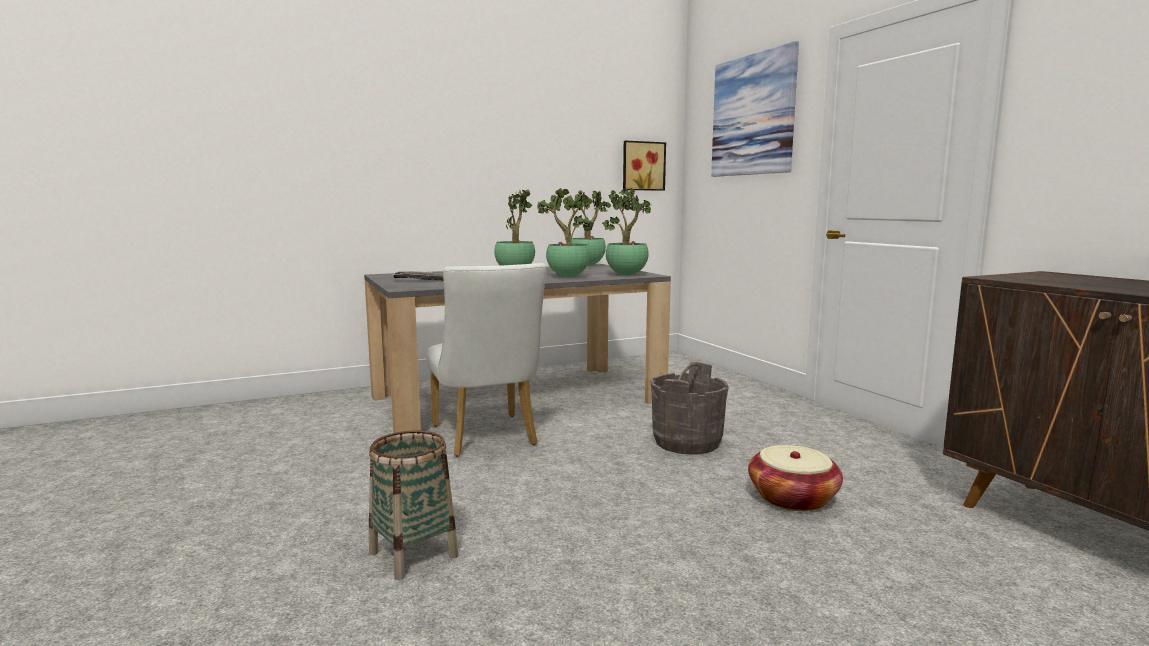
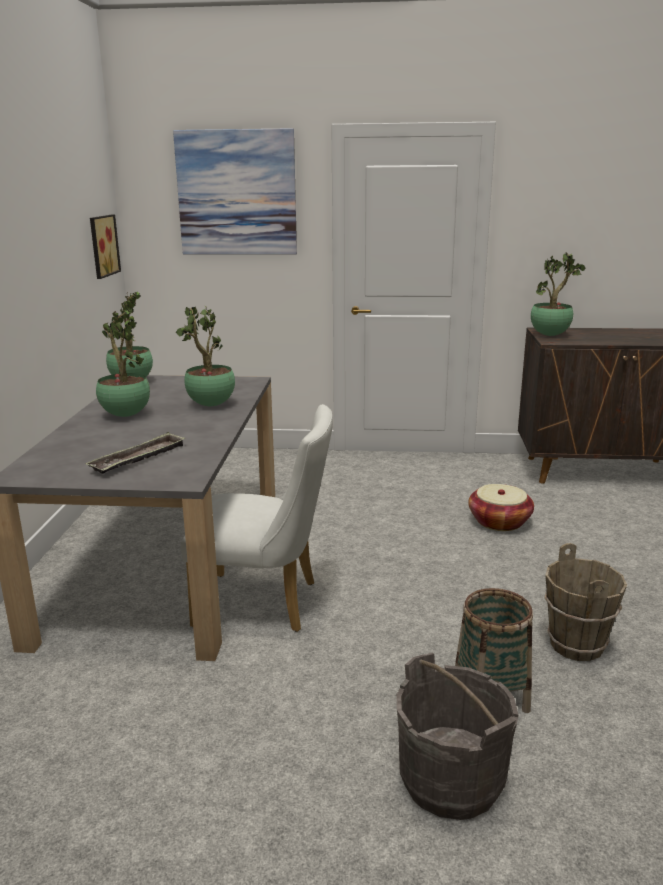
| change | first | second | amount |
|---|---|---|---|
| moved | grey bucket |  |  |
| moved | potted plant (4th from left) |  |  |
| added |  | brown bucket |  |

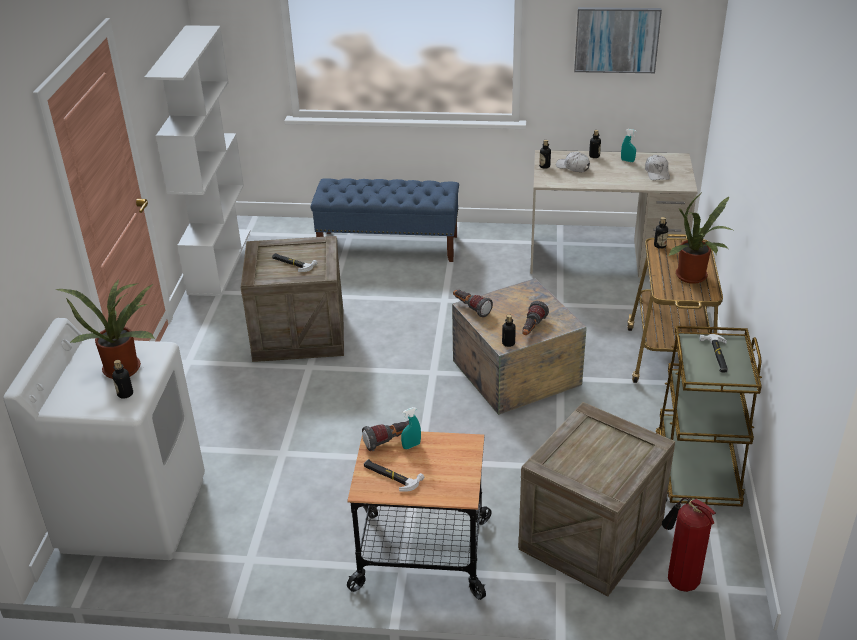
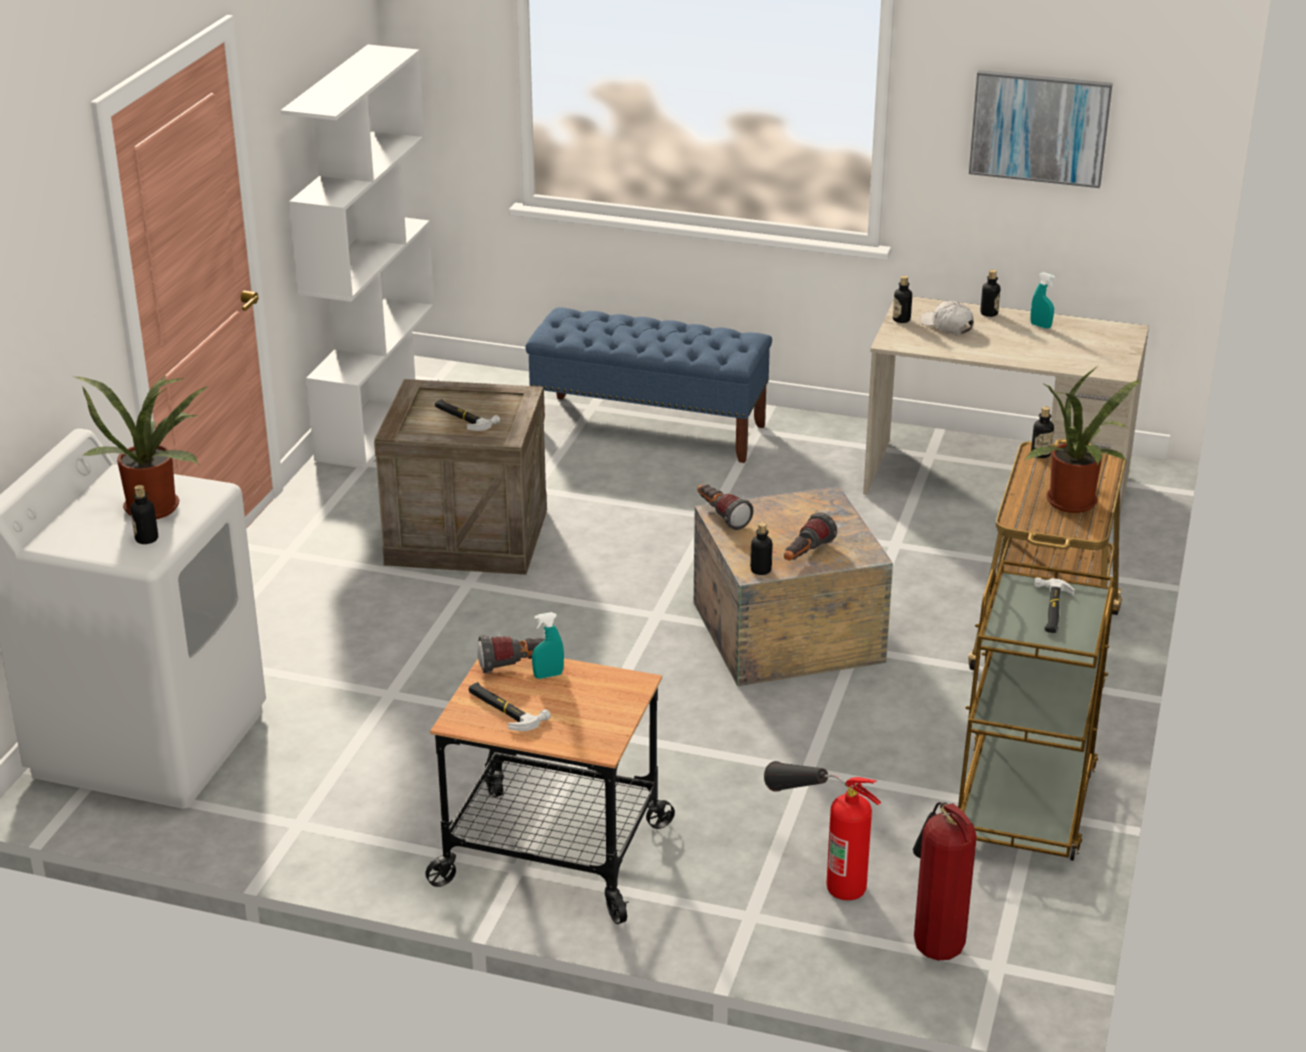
| change | first | second | amount |
|---|---|---|---|
| replaced | crate (3rd from left) | fire extinguisher (1st from left) |  |
| removed | white cap (2nd from left) |  |  |

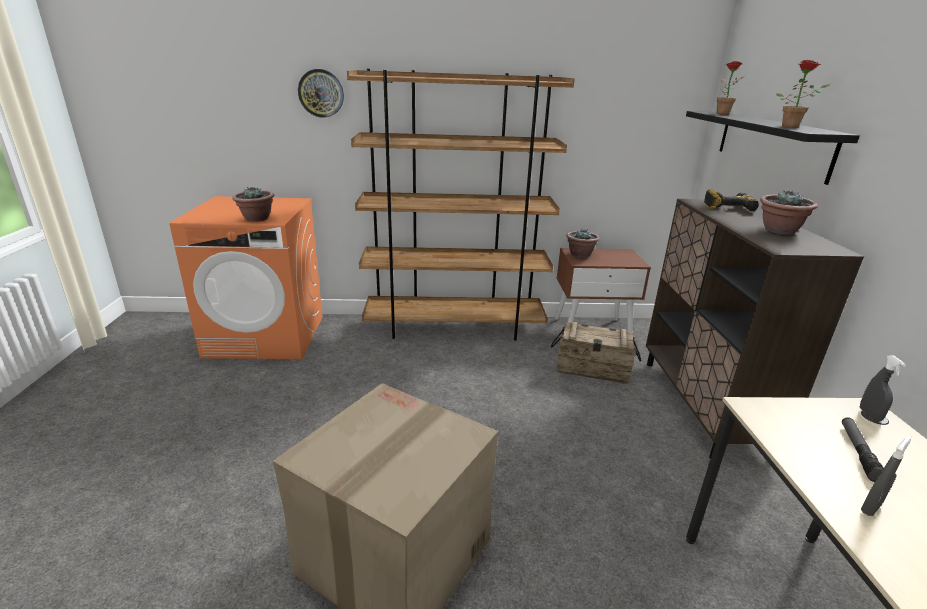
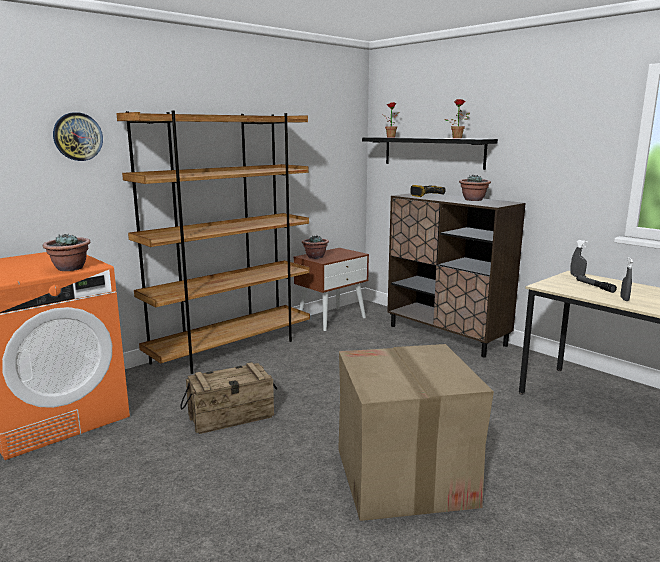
| change | first | second | amount |
|---|---|---|---|
| moved | crate |  |  |

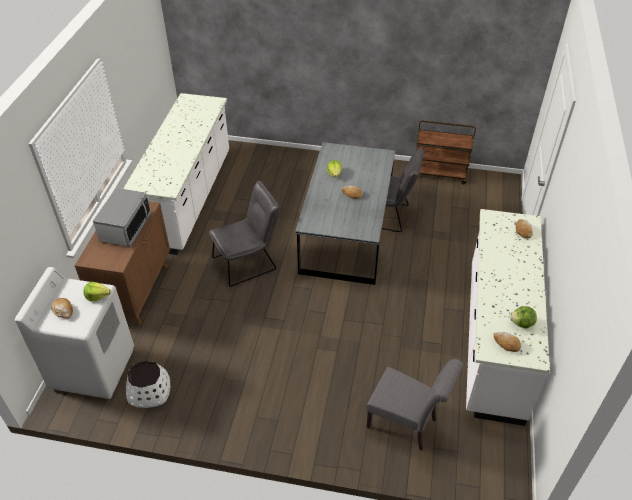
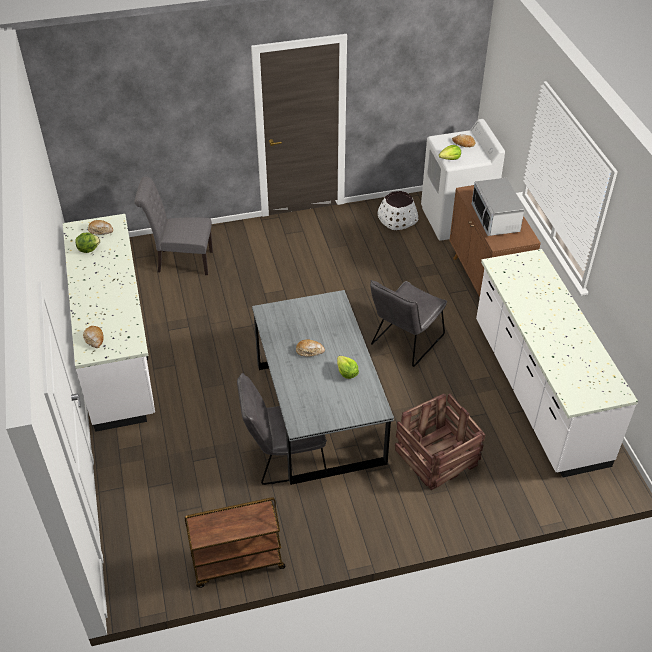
| change | first | second | amount |
|---|---|---|---|
| added |  | crate |  |

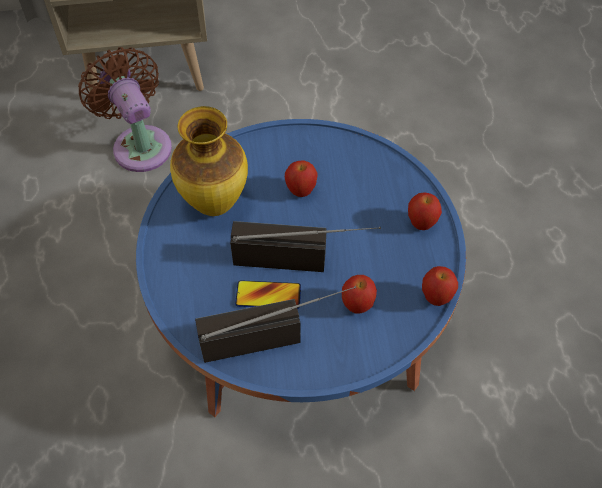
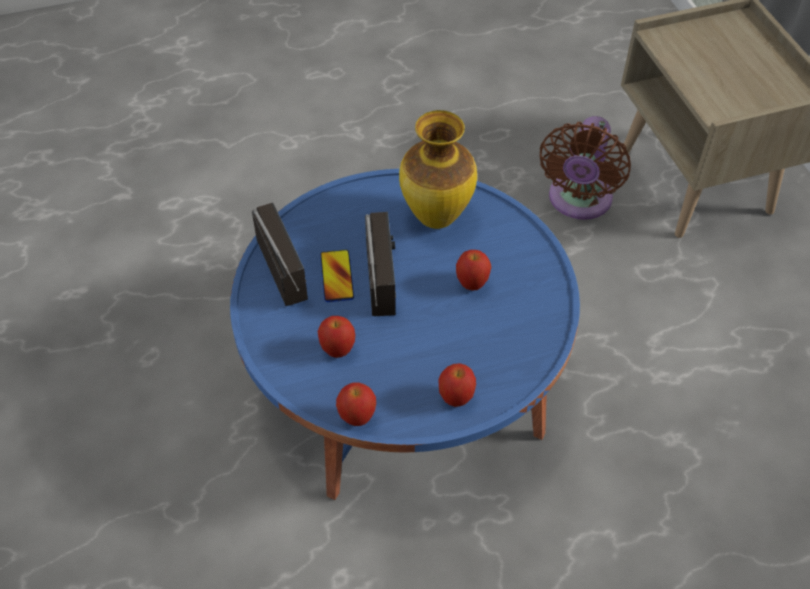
| change | first | second | amount |
|---|---|---|---|
| turned | brown fan |  | 150 degrees clockwise |

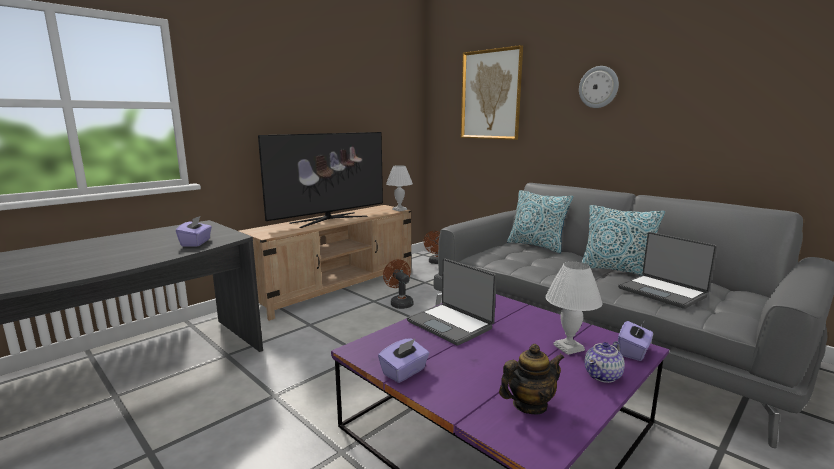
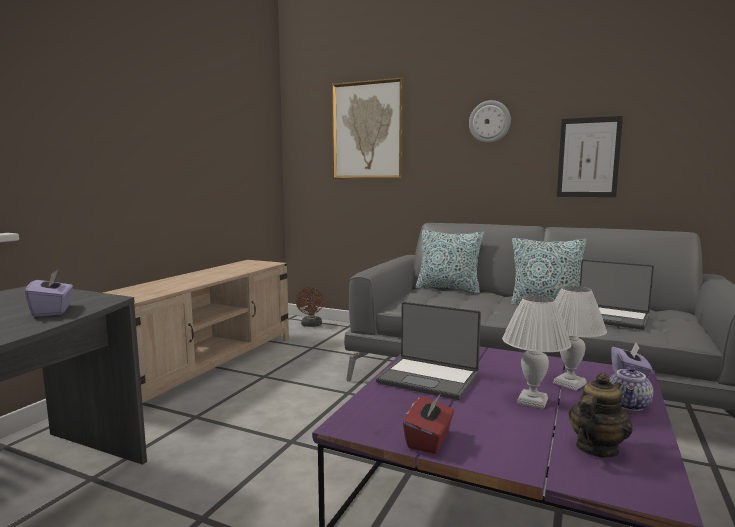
| change | first | second | amount |
|---|---|---|---|
| recoloured | purple tissue box (2nd from left) | red tissue box |  |
| moved | white table lamp (1st from left) |  |  |
| added |  | picture (2nd from left) |  |
| removed | television |  |  |
| removed | brown fan (1st from left) |  |  |

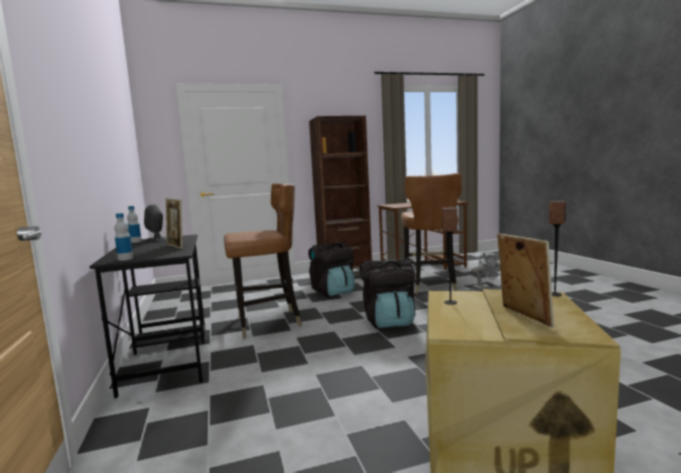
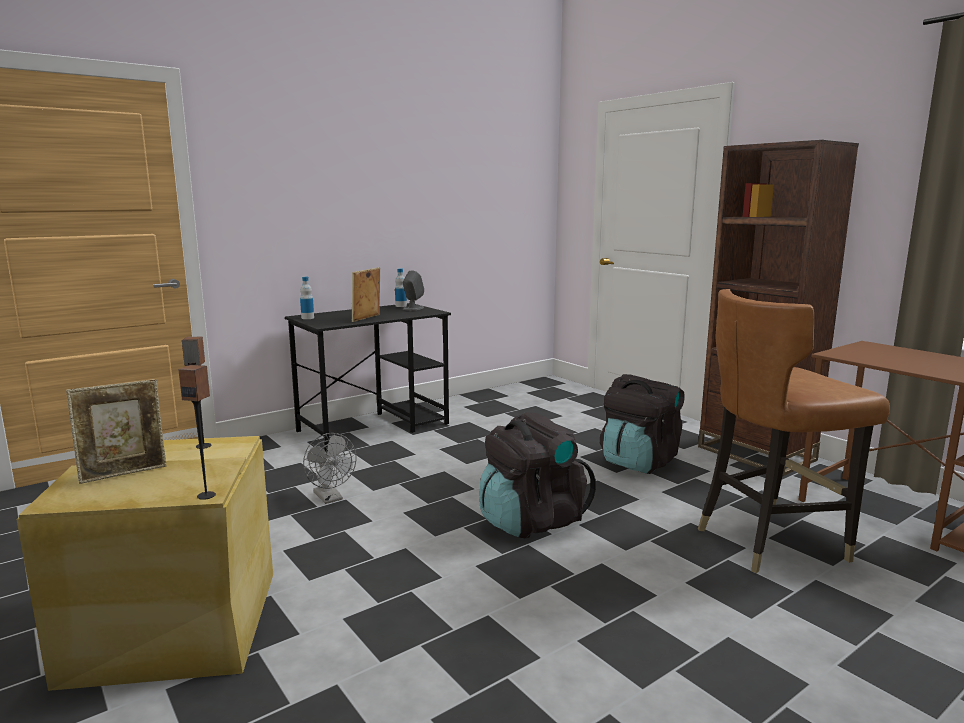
| change | first | second | amount |
|---|---|---|---|
| moved | grey fan |  |  |
| removed | brown chair (1st from left) |  |  |

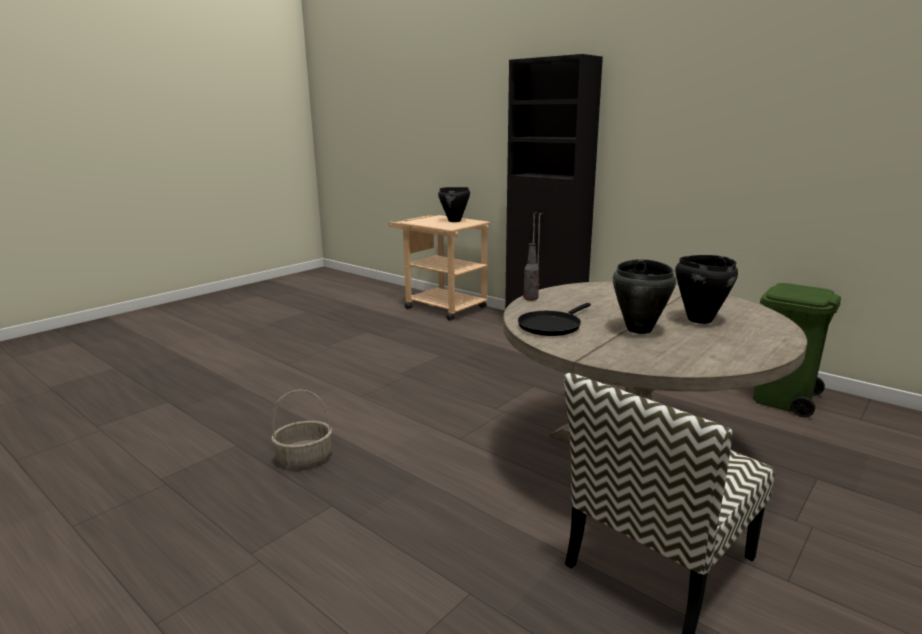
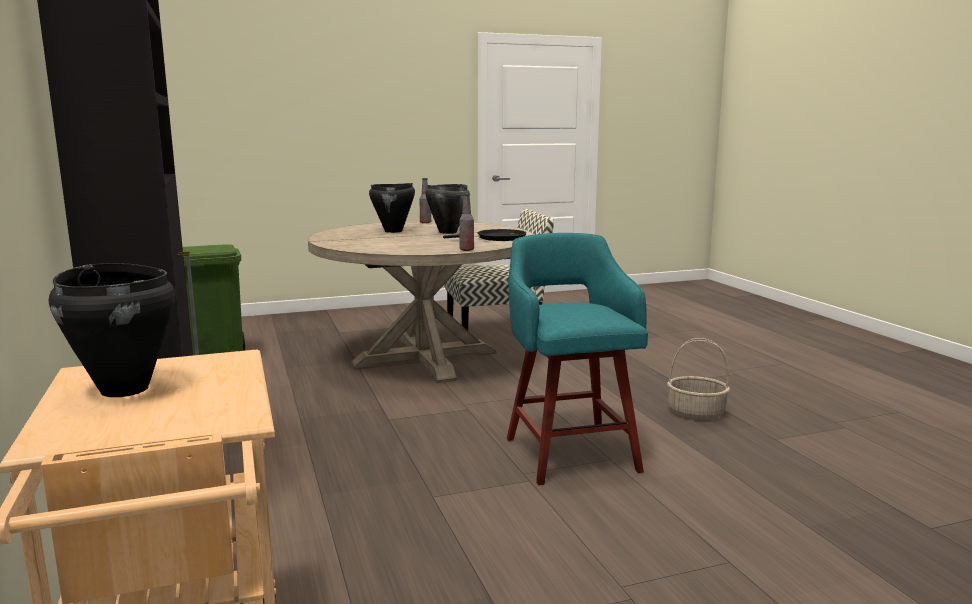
| change | first | second | amount |
|---|---|---|---|
| added |  | bottle (1st from left) |  |
| added |  | turquoise stool |  |

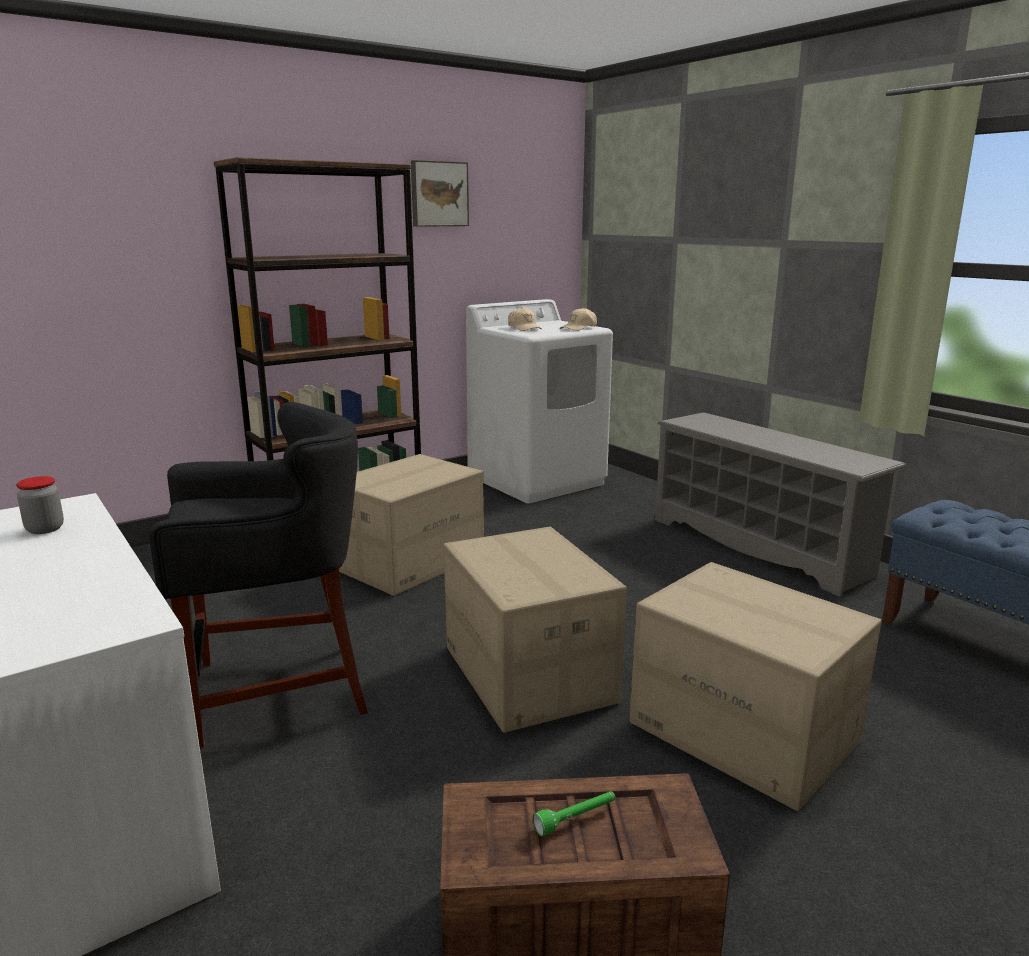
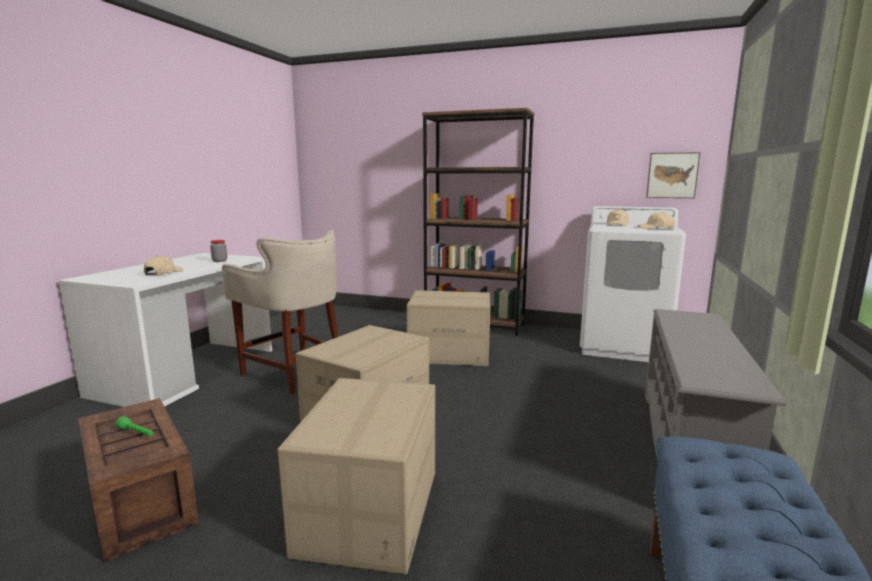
| change | first | second | amount |
|---|---|---|---|
| added |  | beige cap (1st from left) |  |
| recoloured | black stool | beige stool |  |
| moved | picture |  |  |

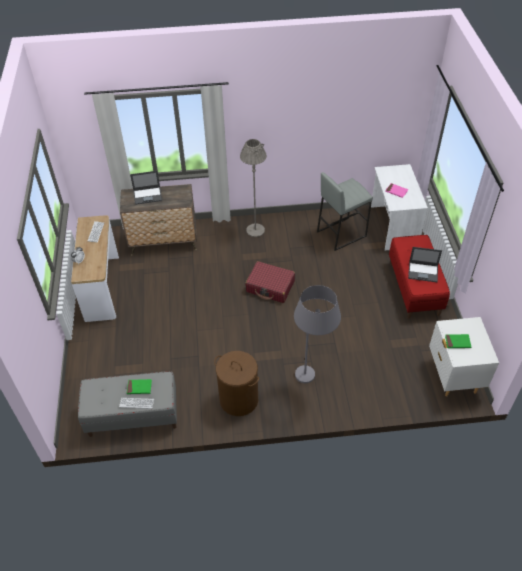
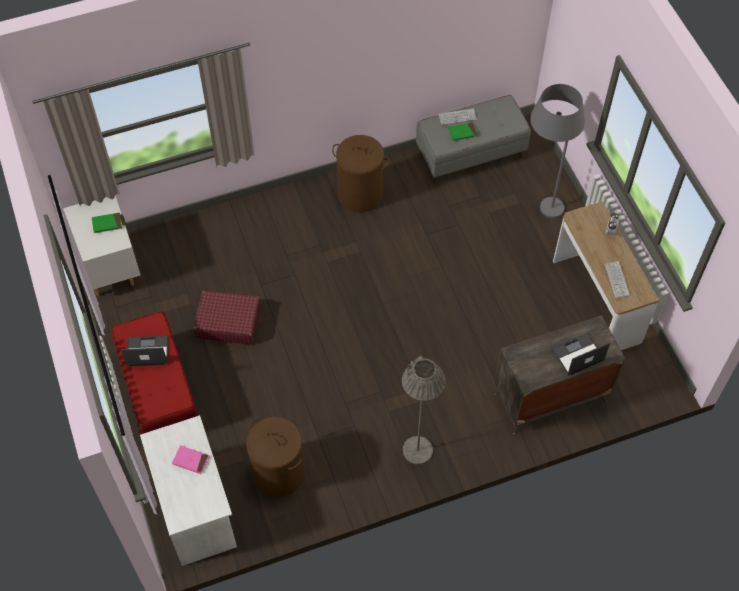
| change | first | second | amount |
|---|---|---|---|
| moved | red suitcase |  |  |
| replaced | grey stool | brown laundry basket (1st from left) |  |
| moved | grey floor lamp (2nd from left) |  |  |

